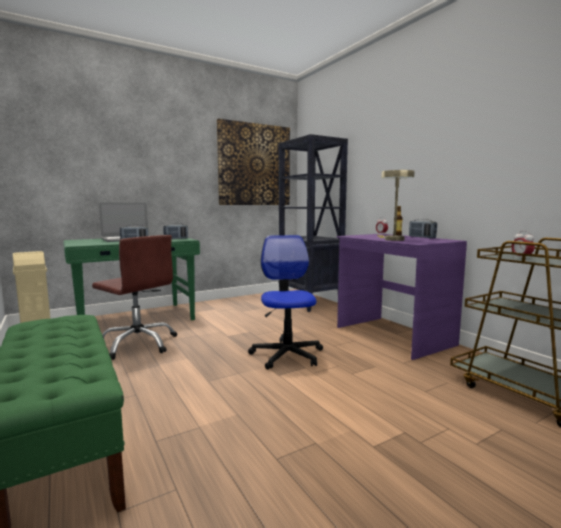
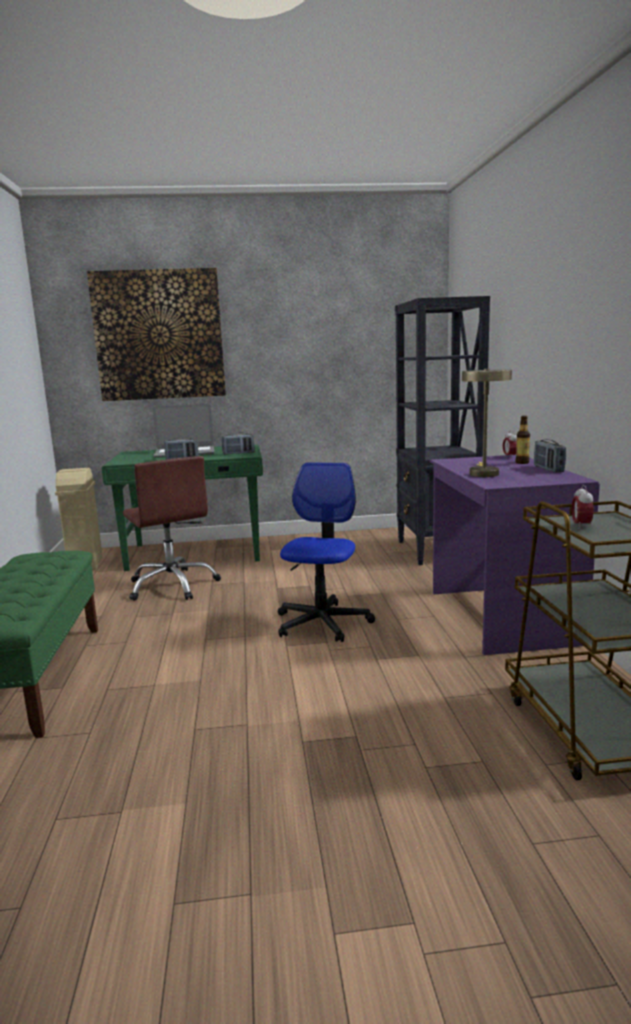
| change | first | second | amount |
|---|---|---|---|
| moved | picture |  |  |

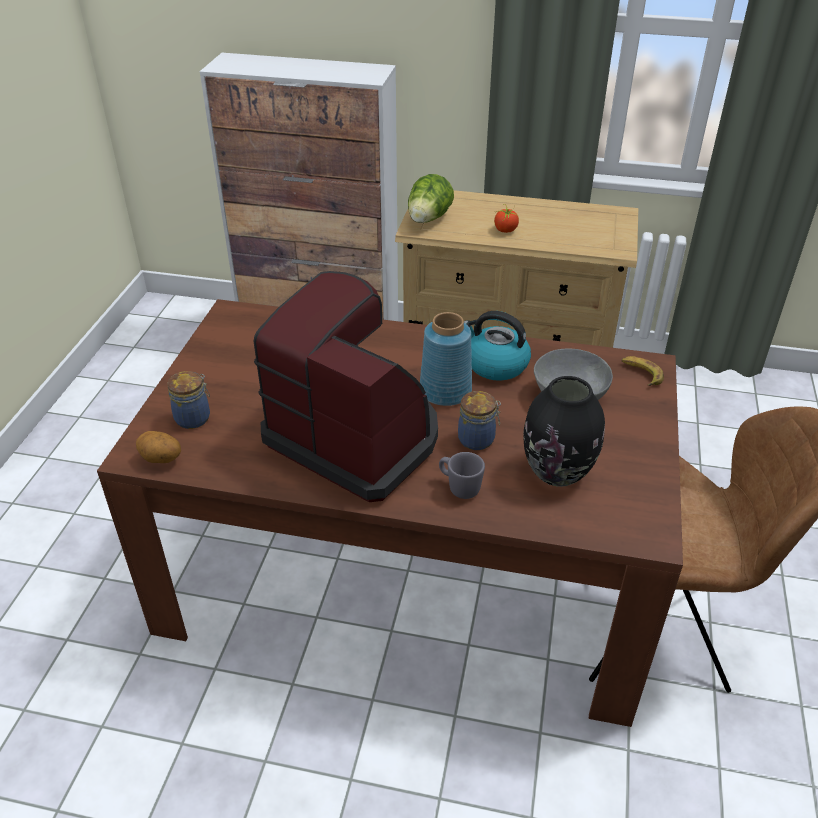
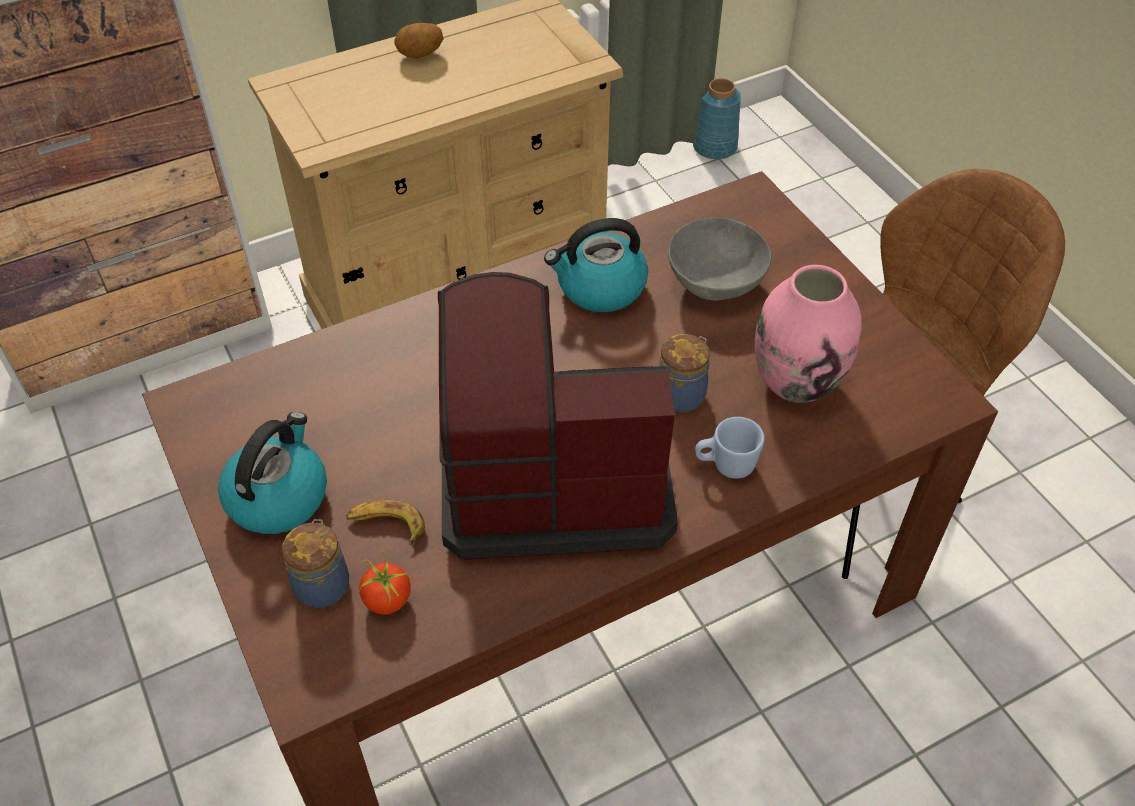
| change | first | second | amount |
|---|---|---|---|
| added |  | kettle (1st from left) |  |
| moved | banana |  |  |
| moved | tomato |  |  |
| moved | potato |  |  |
| moved | blue vase |  |  |
| recoloured | grey mug | blue mug |  |
| recoloured | black vase | pink vase |  |
| removed | lettuce |  |  |

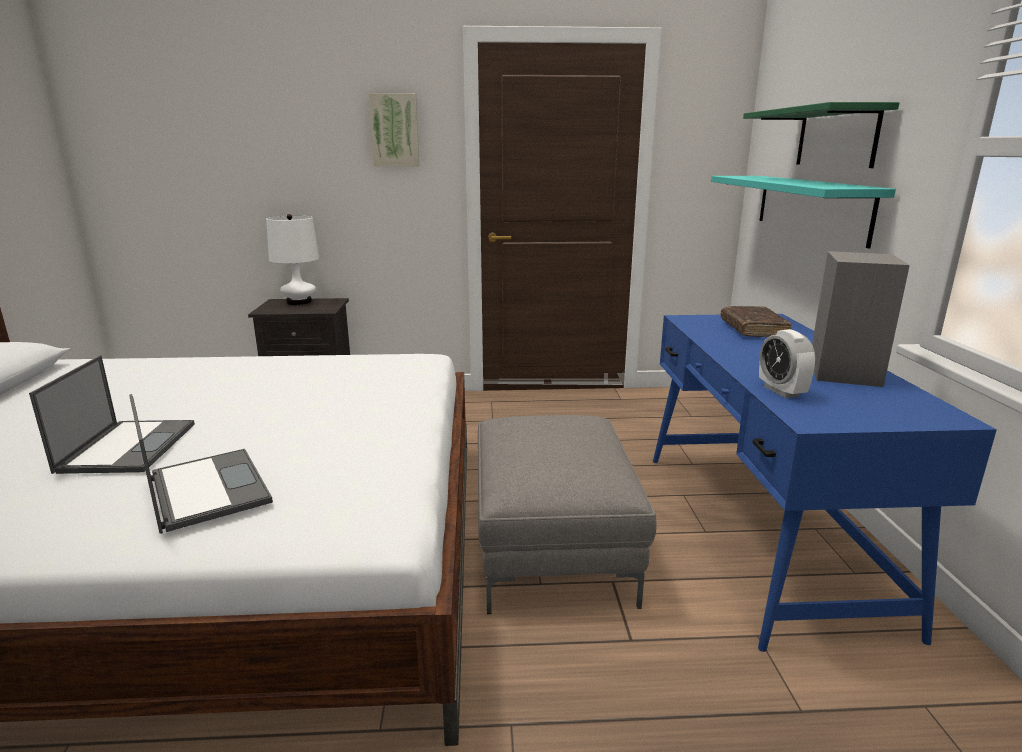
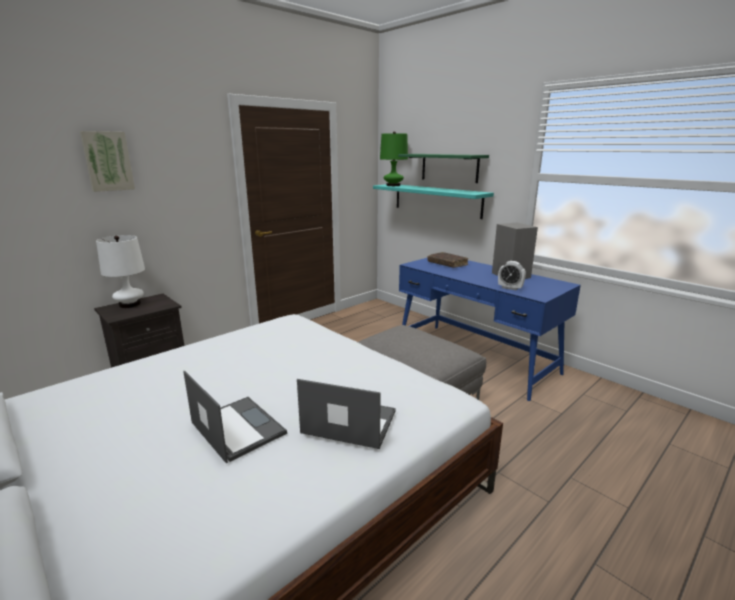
| change | first | second | amount |
|---|---|---|---|
| moved | picture |  |  |
| added |  | green table lamp |  |

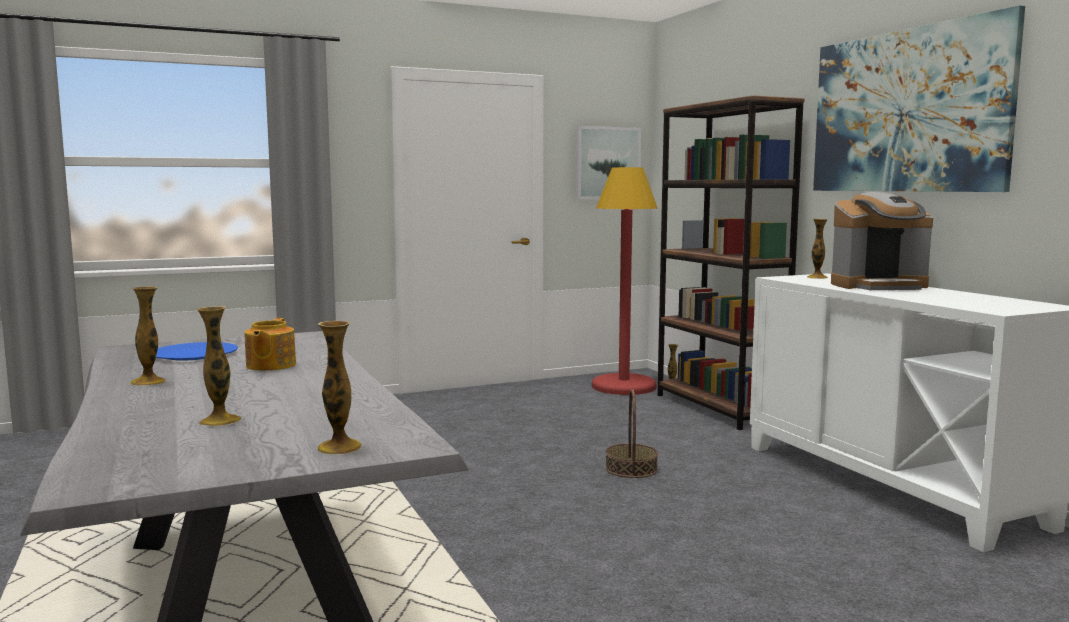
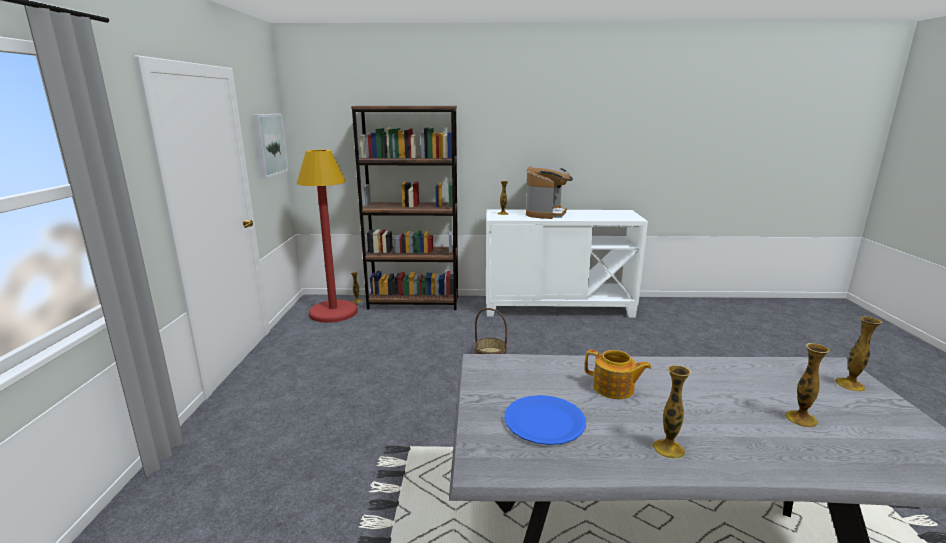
| change | first | second | amount |
|---|---|---|---|
| removed | picture (2nd from left) |  |  |

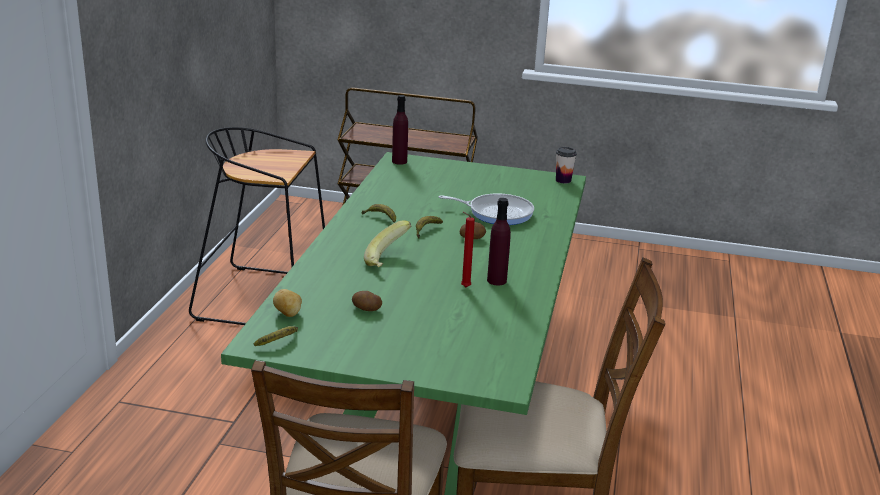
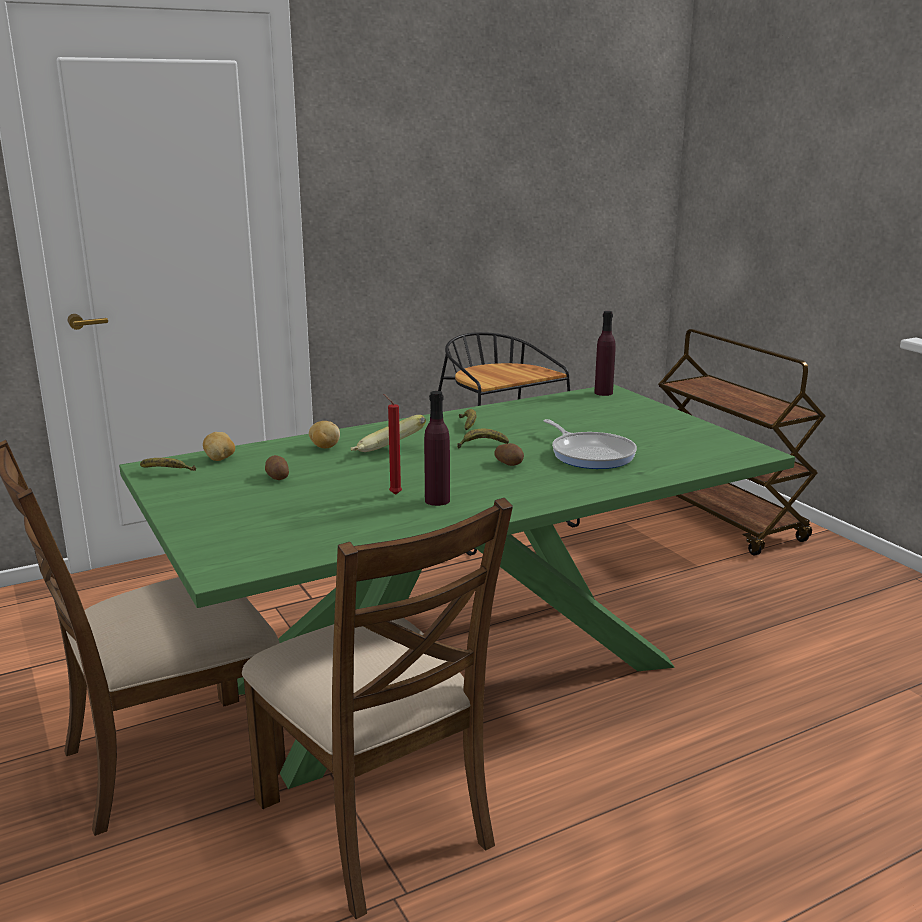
| change | first | second | amount |
|---|---|---|---|
| added |  | potato (3rd from left) |  |
| removed | cup |  |  |

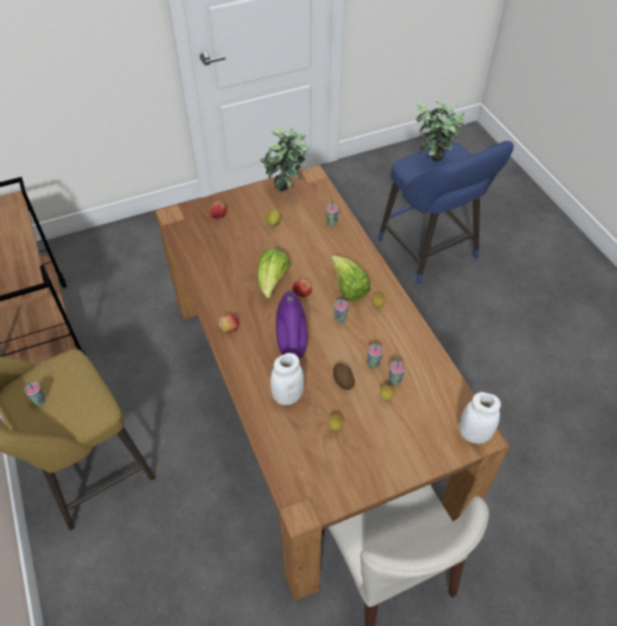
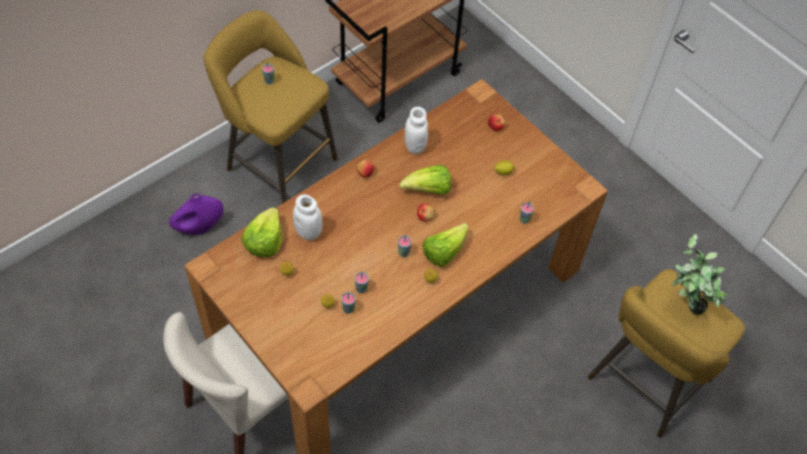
| change | first | second | amount |
|---|---|---|---|
| moved | purple vase |  |  |
| added |  | lettuce (1st from left) |  |
| moved | white jar (2nd from left) |  |  |
| recoloured | blue stool | yellow stool (2nd from left) |  |
| removed | potted plant (1st from left) |  |  |
| removed | potato |  |  |

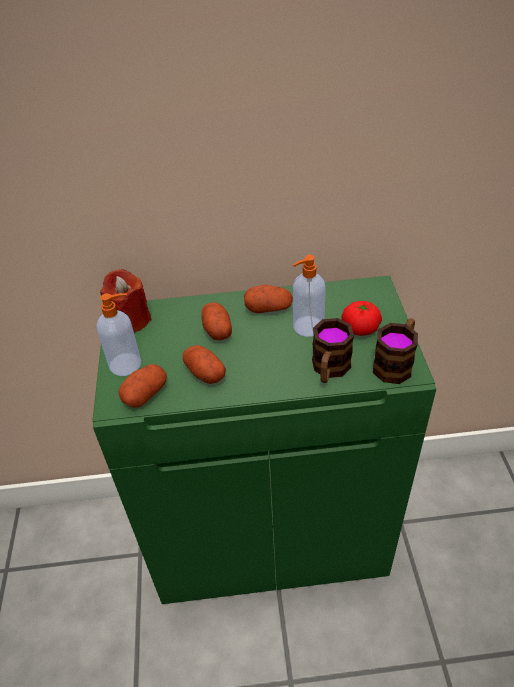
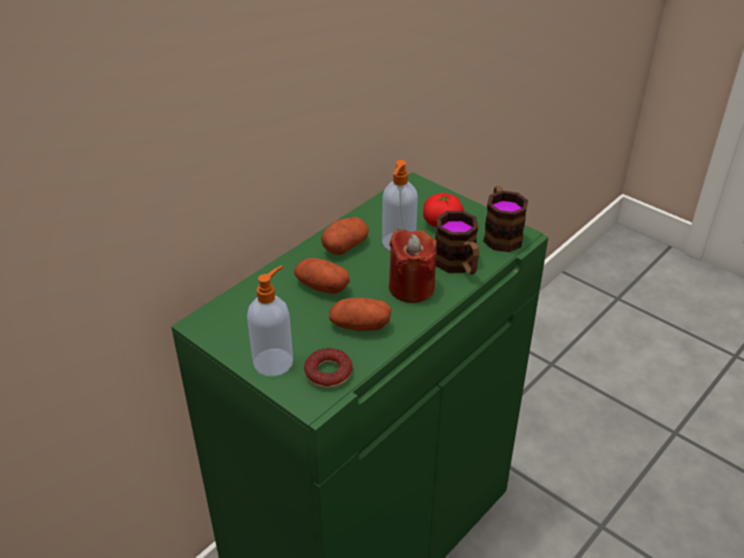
| change | first | second | amount |
|---|---|---|---|
| replaced | potato (1st from left) | donut |  |
| moved | red candle |  |  |

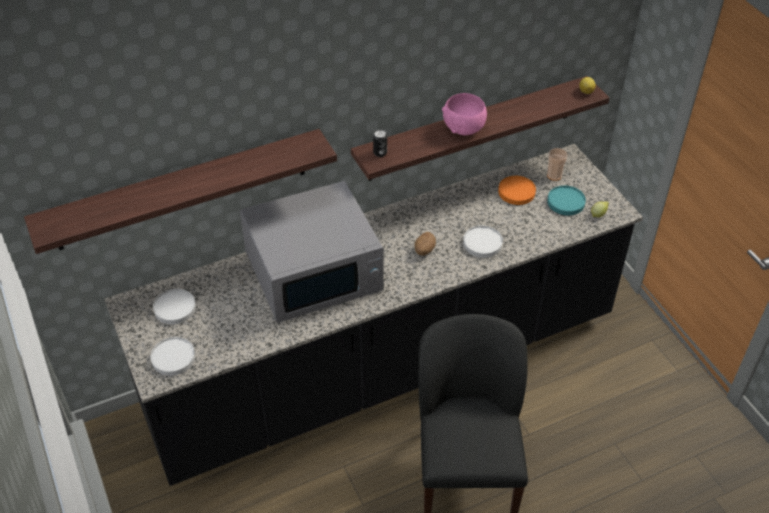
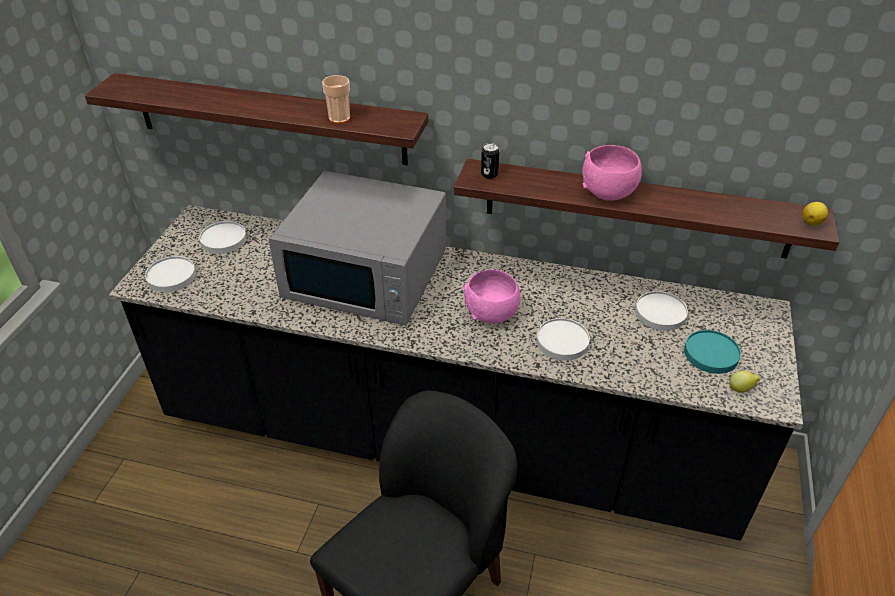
| change | first | second | amount |
|---|---|---|---|
| moved | cup |  |  |
| replaced | potato | pink bowl (1st from left) |  |
| recoloured | orange plate | white plate (4th from left) |  |

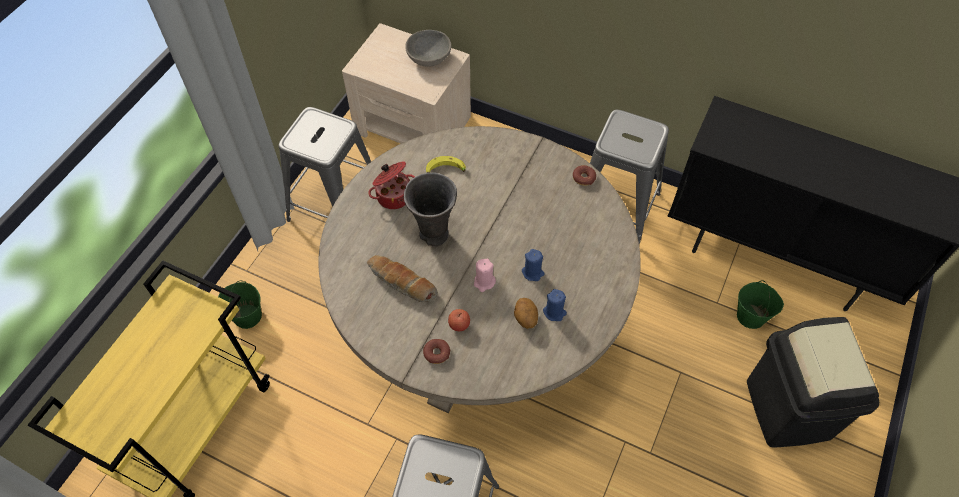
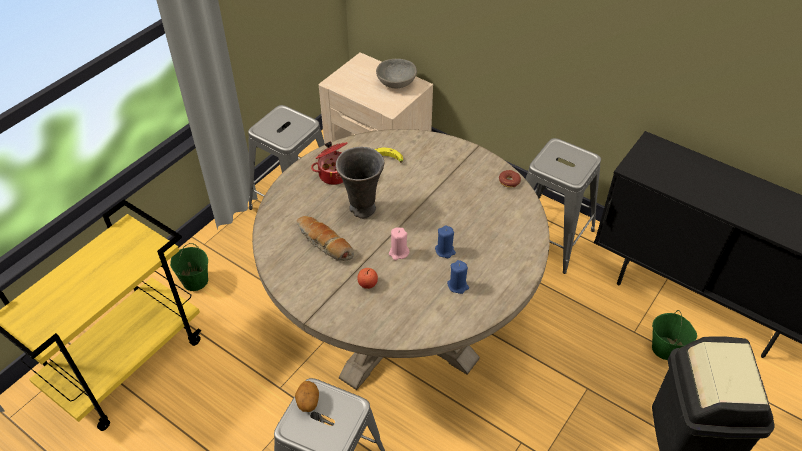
| change | first | second | amount |
|---|---|---|---|
| moved | potato |  |  |
| removed | donut (1st from left) |  |  |

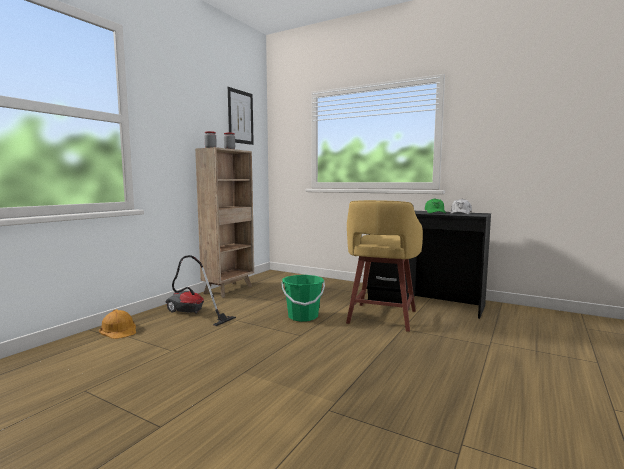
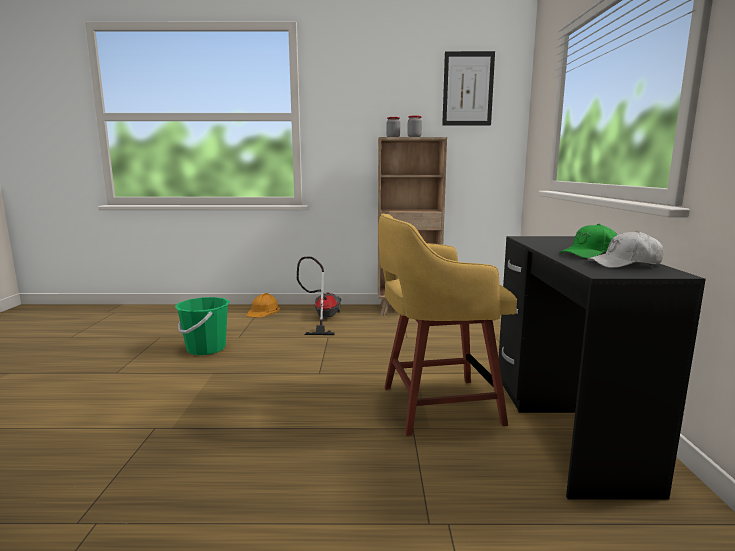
| change | first | second | amount |
|---|---|---|---|
| moved | green bucket |  |  |

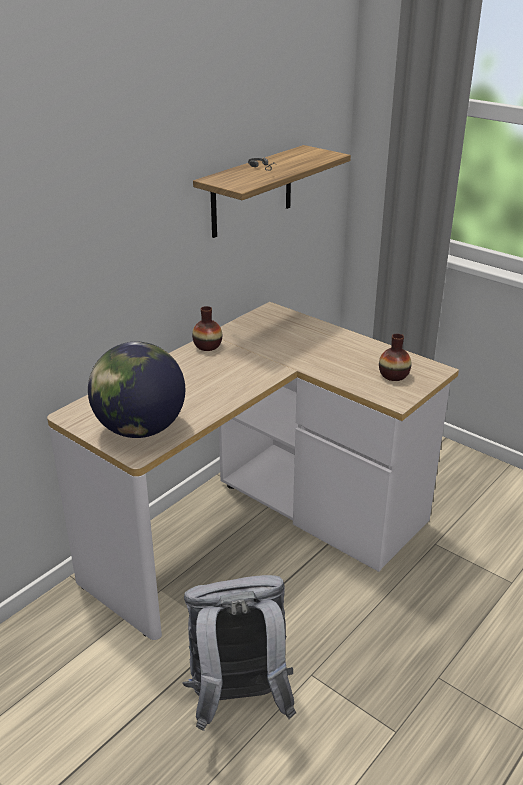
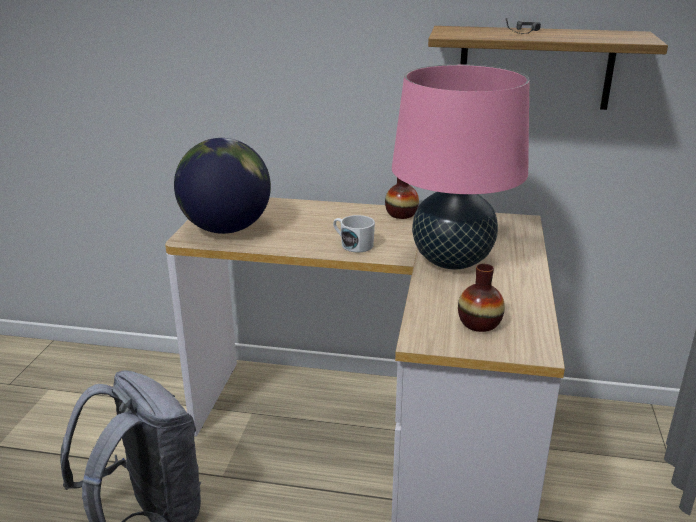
| change | first | second | amount |
|---|---|---|---|
| added |  | white mug |  |
| added |  | pink table lamp |  |

